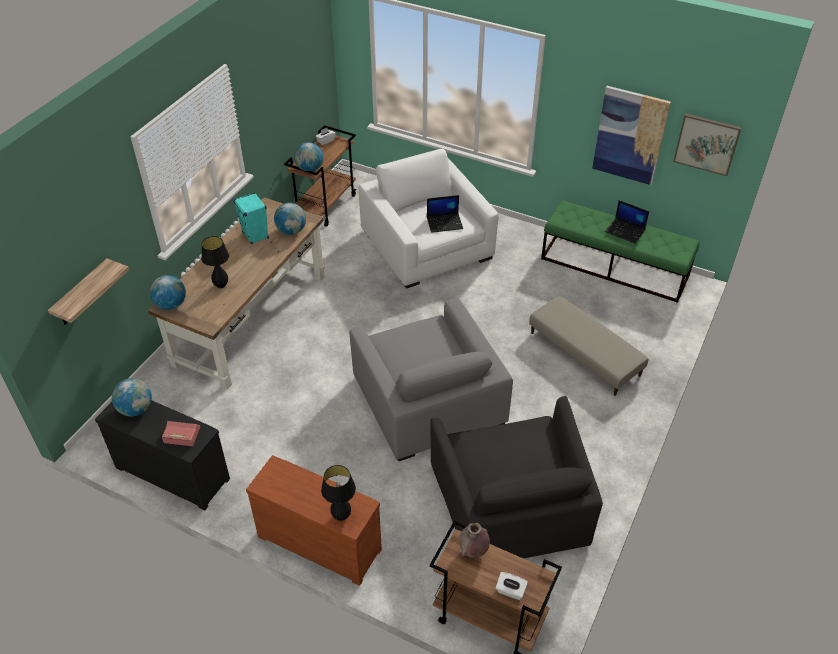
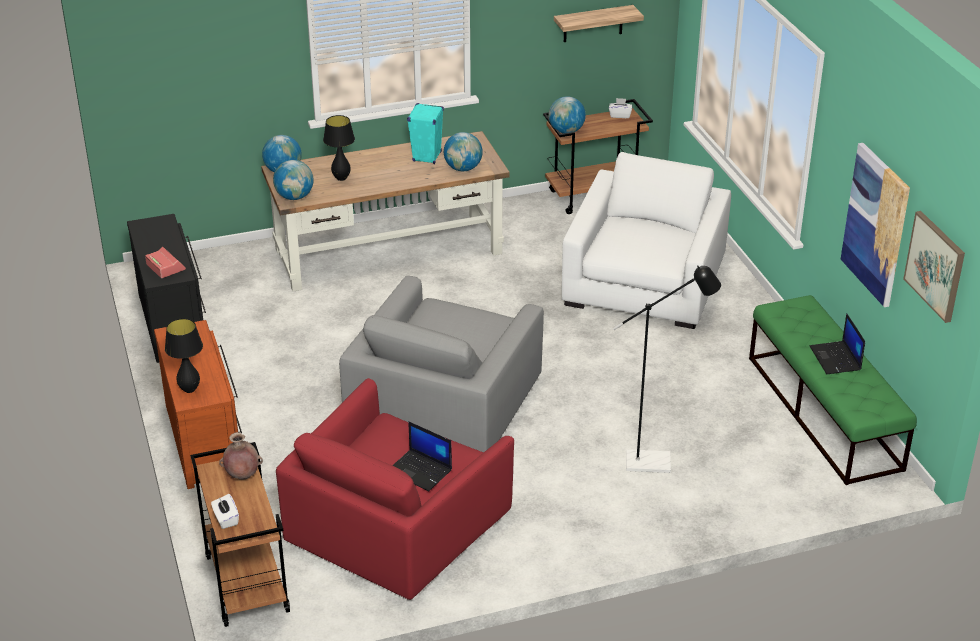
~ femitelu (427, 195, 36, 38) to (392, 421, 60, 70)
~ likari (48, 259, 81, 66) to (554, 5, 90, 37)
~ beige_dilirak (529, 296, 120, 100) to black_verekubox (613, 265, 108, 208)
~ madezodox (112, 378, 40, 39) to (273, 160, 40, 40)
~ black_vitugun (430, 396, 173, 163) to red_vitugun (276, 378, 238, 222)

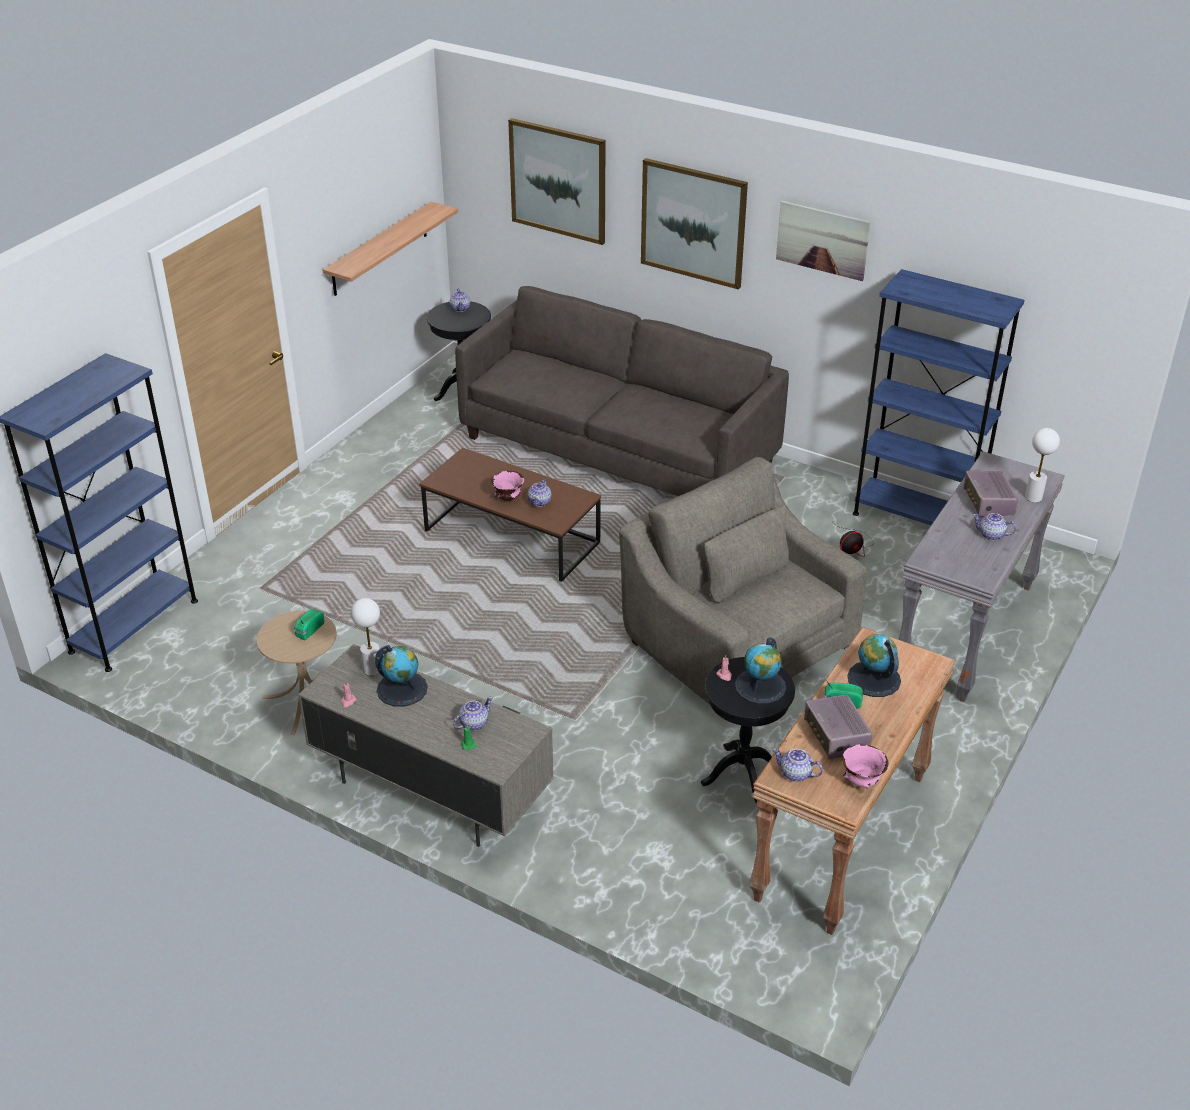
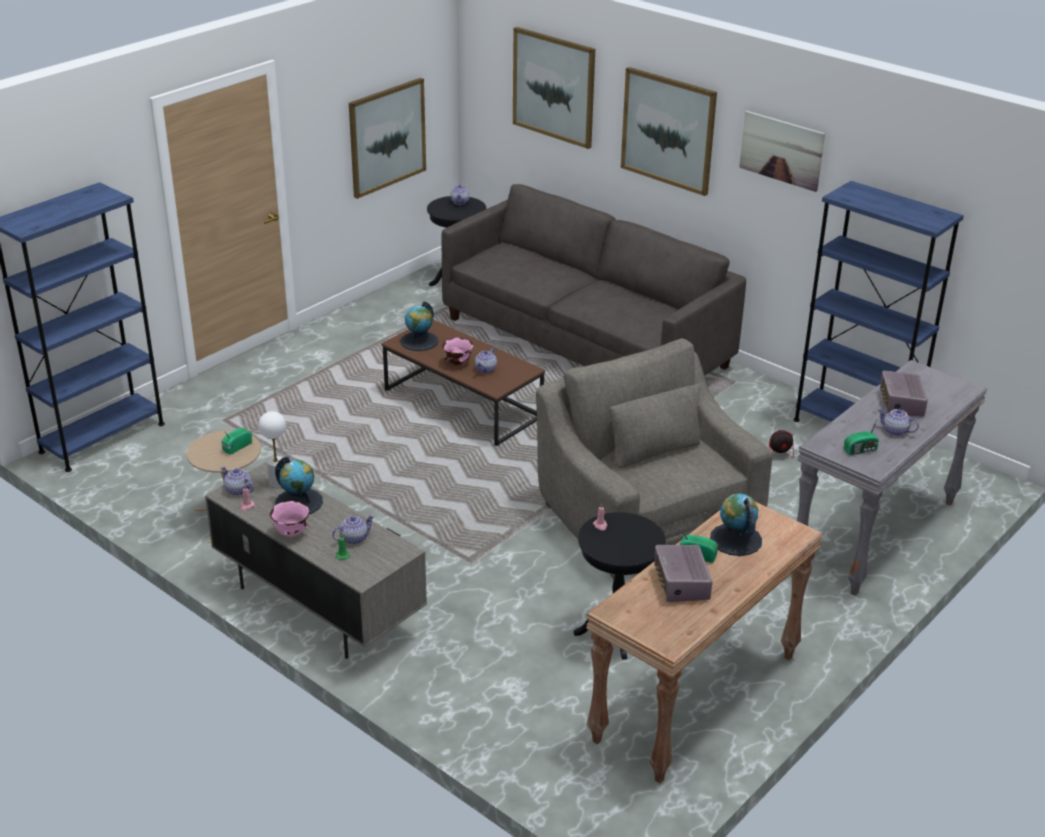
~ likari (322, 202, 136, 94) to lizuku (349, 78, 77, 121)
- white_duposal (1025, 428, 35, 75)
~ madezodox (735, 637, 51, 67) to (400, 301, 39, 50)
~ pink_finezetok (843, 744, 45, 44) to (270, 501, 40, 36)
~ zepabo (772, 748, 51, 34) to (221, 467, 33, 29)
+ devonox (844, 418, 35, 37)

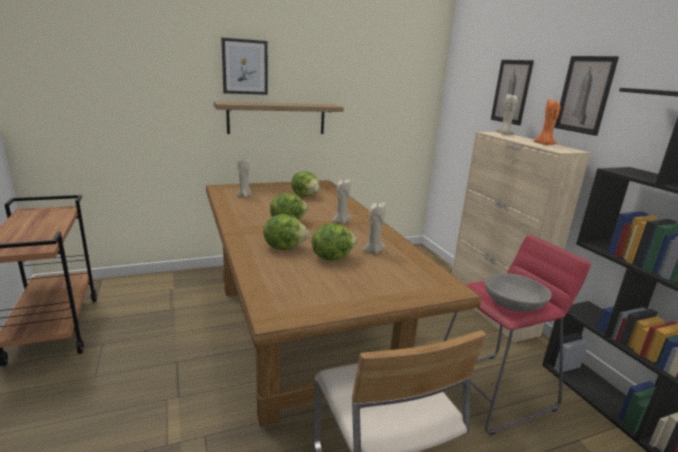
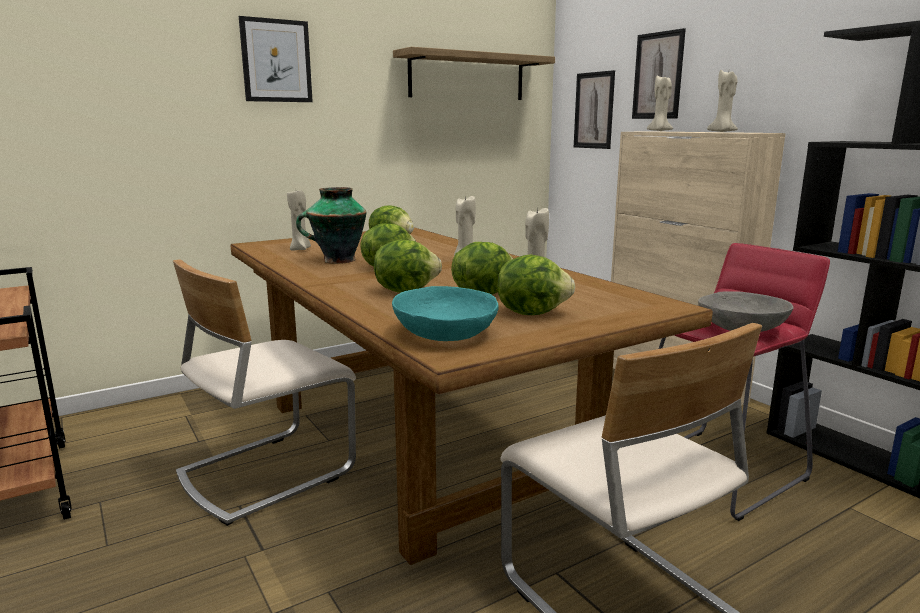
~ lizuku (554, 56, 65, 80) to (574, 70, 41, 79)
~ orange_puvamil (534, 99, 27, 46) to beige_puvamil (707, 70, 31, 62)
~ likari (214, 101, 130, 33) to (393, 47, 162, 53)
+ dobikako (296, 187, 71, 77)
+ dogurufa (497, 254, 78, 61)
+ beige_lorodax (173, 259, 183, 267)
+ turquoise_finezetok (392, 286, 107, 55)

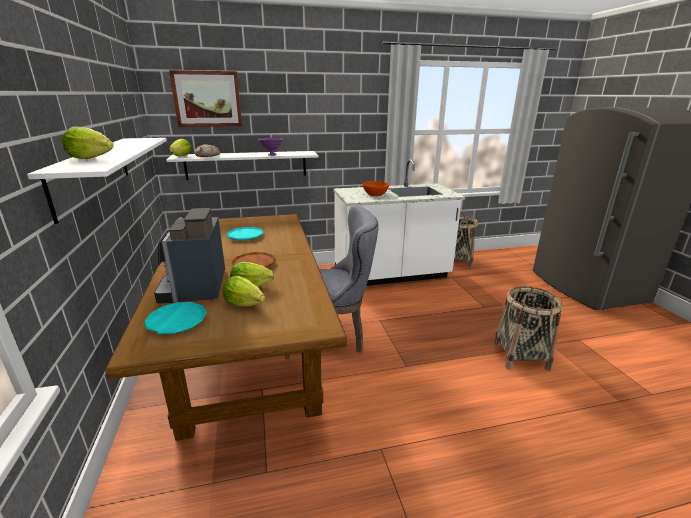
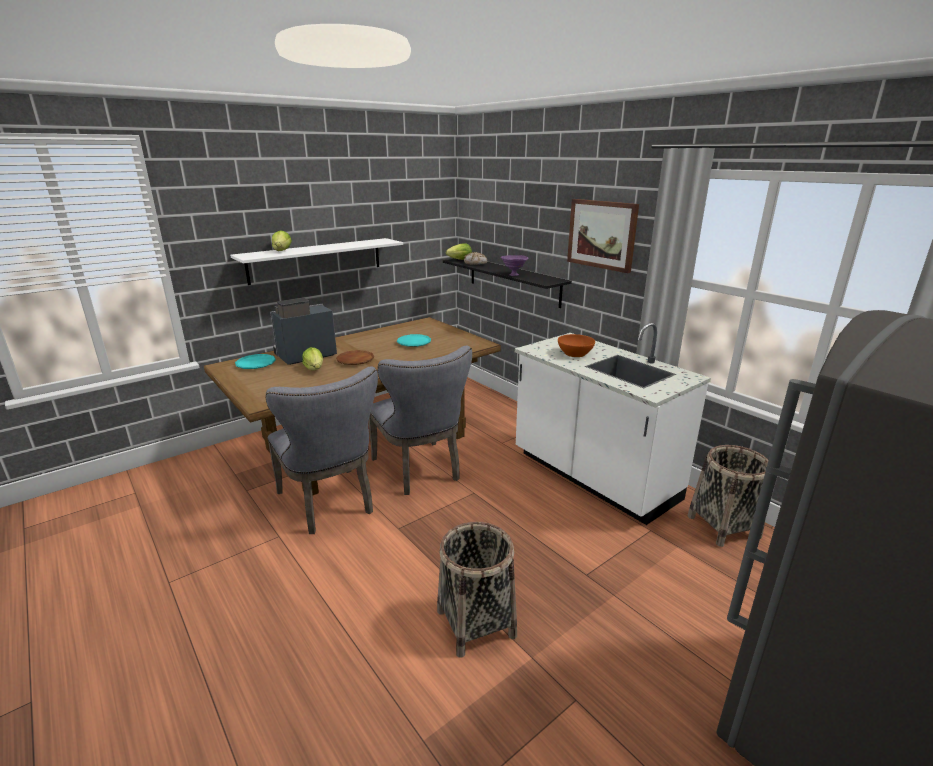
~ lizuku (169, 70, 73, 57) to (567, 199, 72, 74)
~ white_likari (166, 151, 153, 29) to black_likari (443, 259, 129, 49)
- dogurufa (223, 276, 42, 31)
+ grey_lorodax (265, 366, 113, 168)

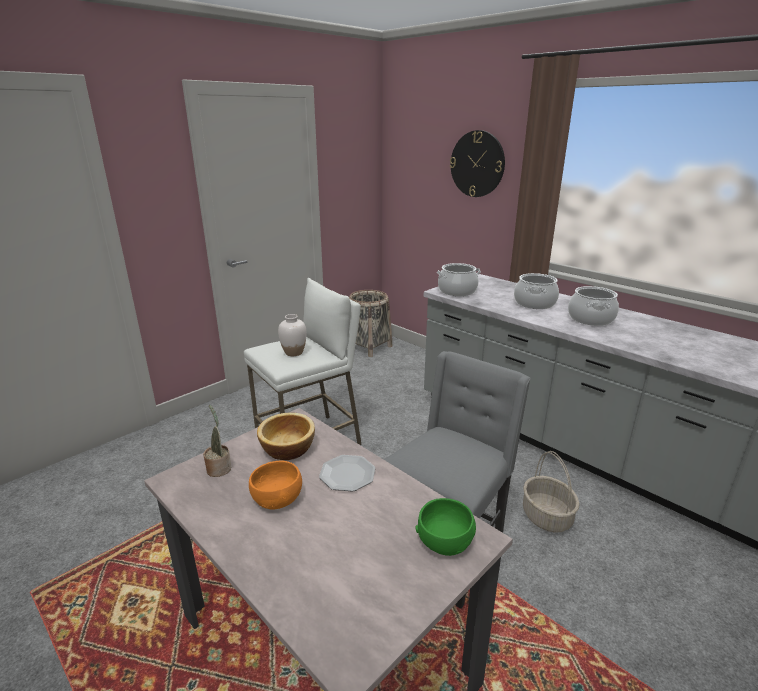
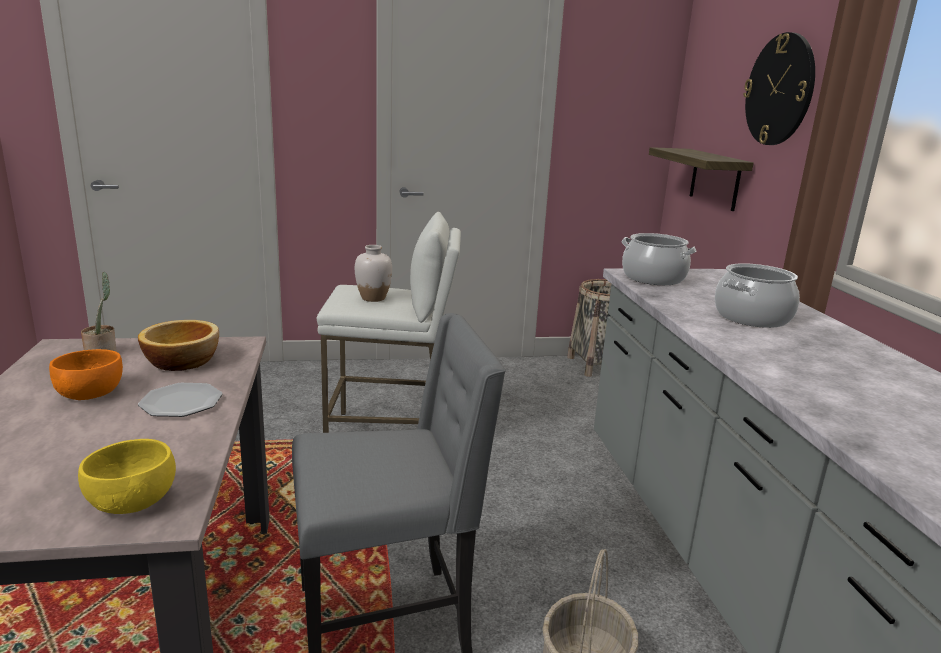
- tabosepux (568, 286, 51, 40)
~ green_finezetok (415, 498, 61, 58) to yellow_finezetok (78, 439, 98, 75)
+ likari (649, 147, 105, 64)

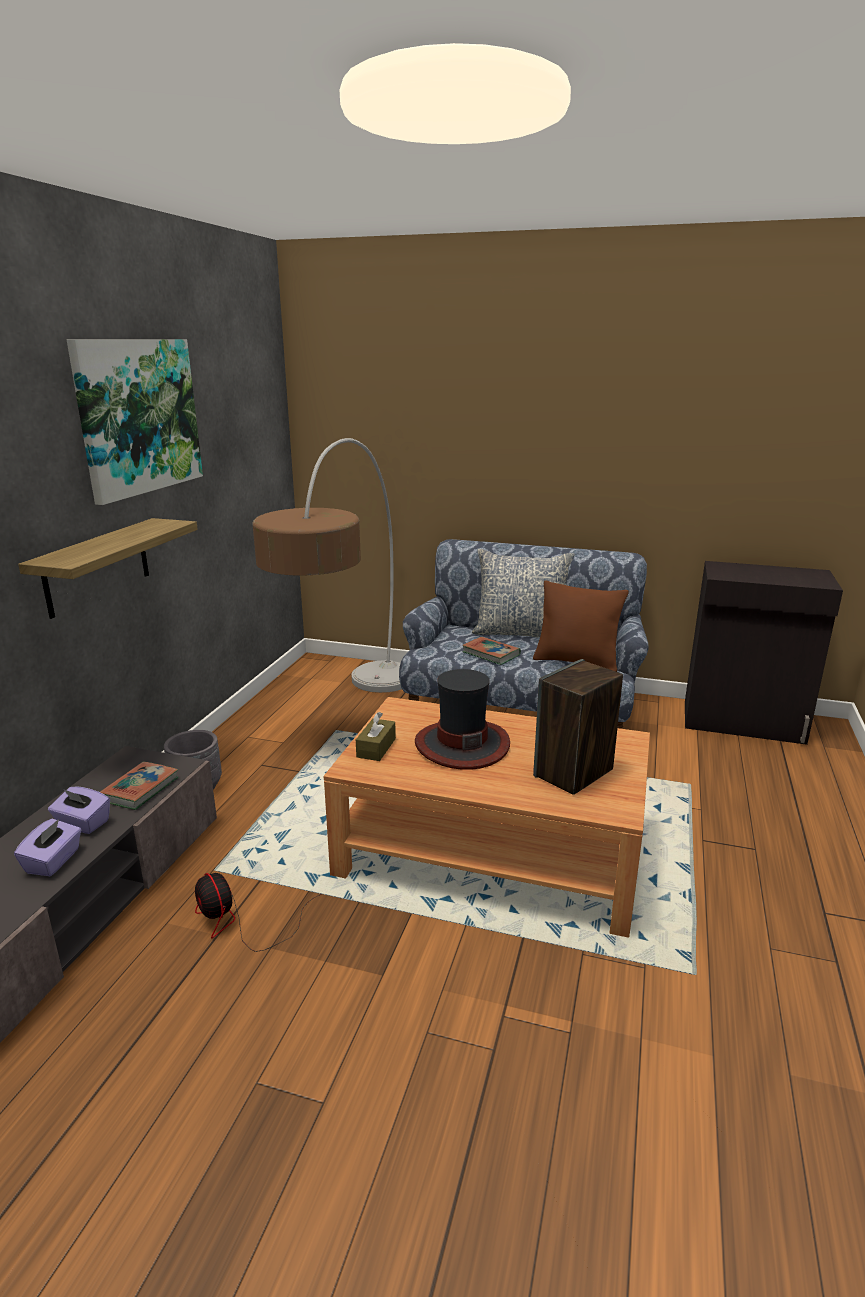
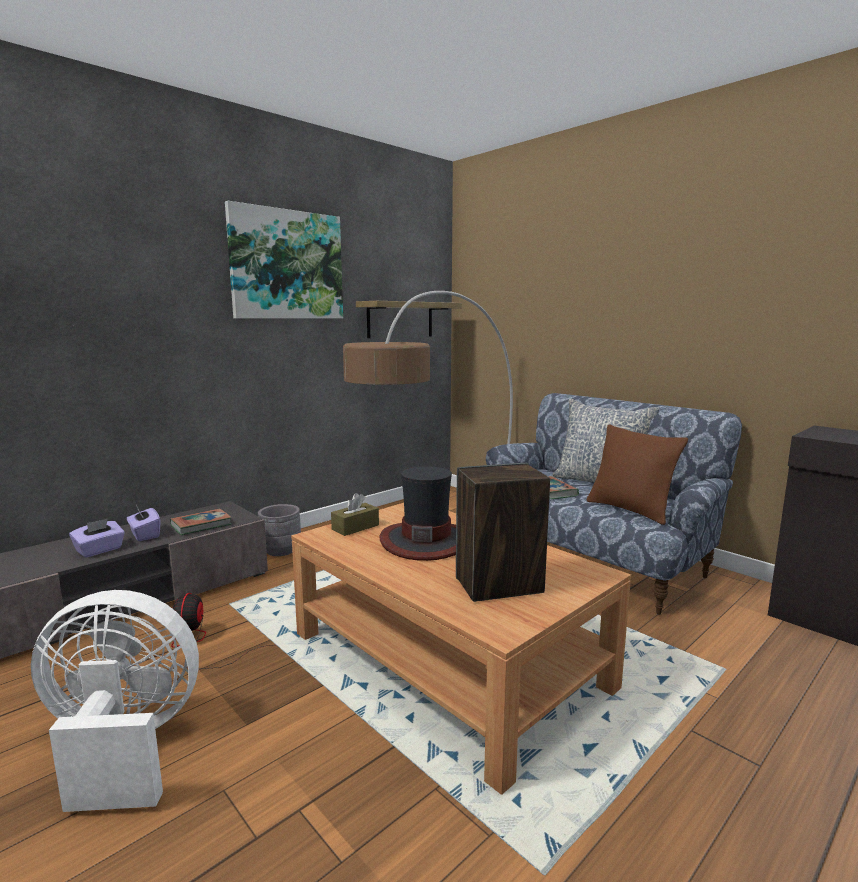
~ likari (18, 518, 180, 101) to (356, 301, 106, 37)
+ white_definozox (31, 590, 168, 222)

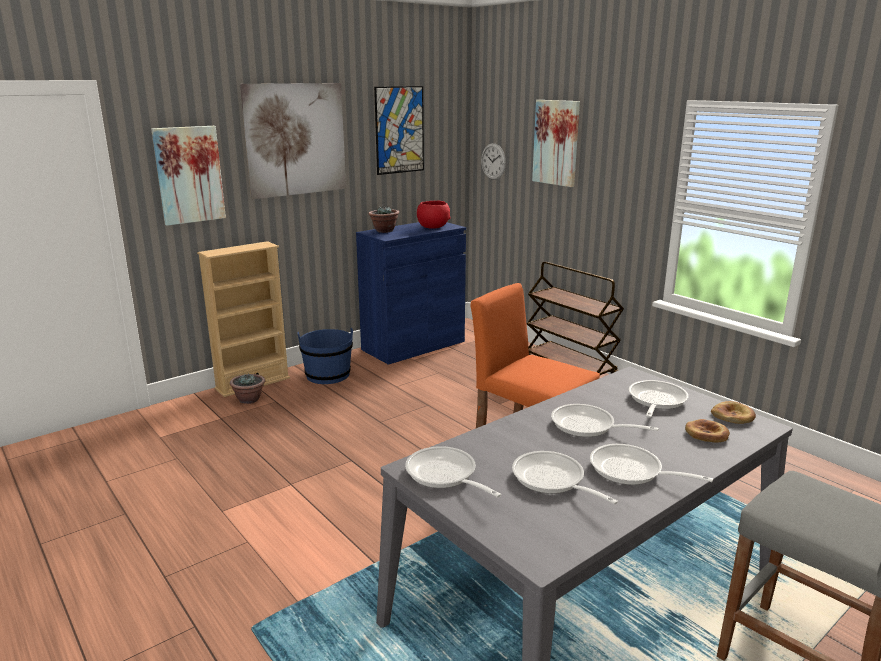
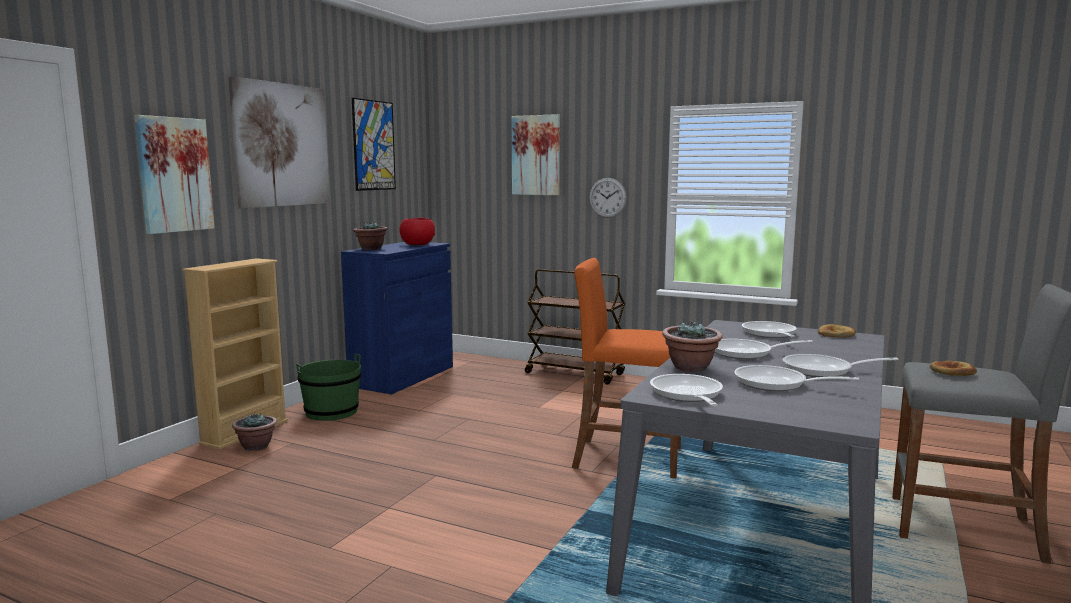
~ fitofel (481, 143, 25, 37) to (589, 178, 38, 40)
~ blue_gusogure (297, 328, 56, 56) to green_gusogure (296, 353, 65, 68)
~ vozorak (685, 419, 45, 23) to (930, 361, 47, 15)
~ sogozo (405, 446, 96, 51) = (650, 374, 73, 32) 60 degrees clockwise
+ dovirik (662, 320, 61, 52)

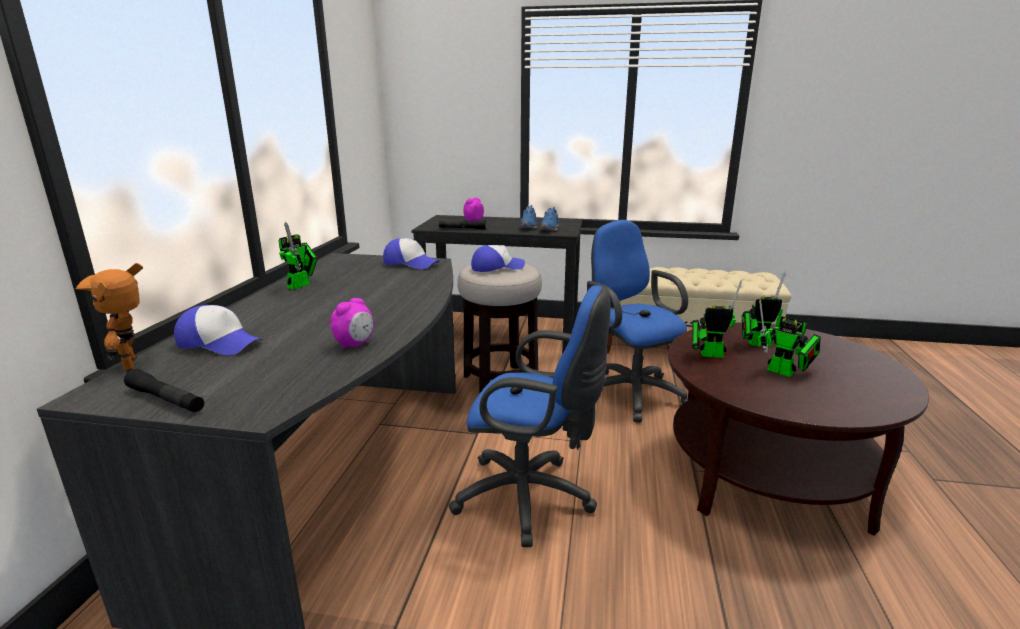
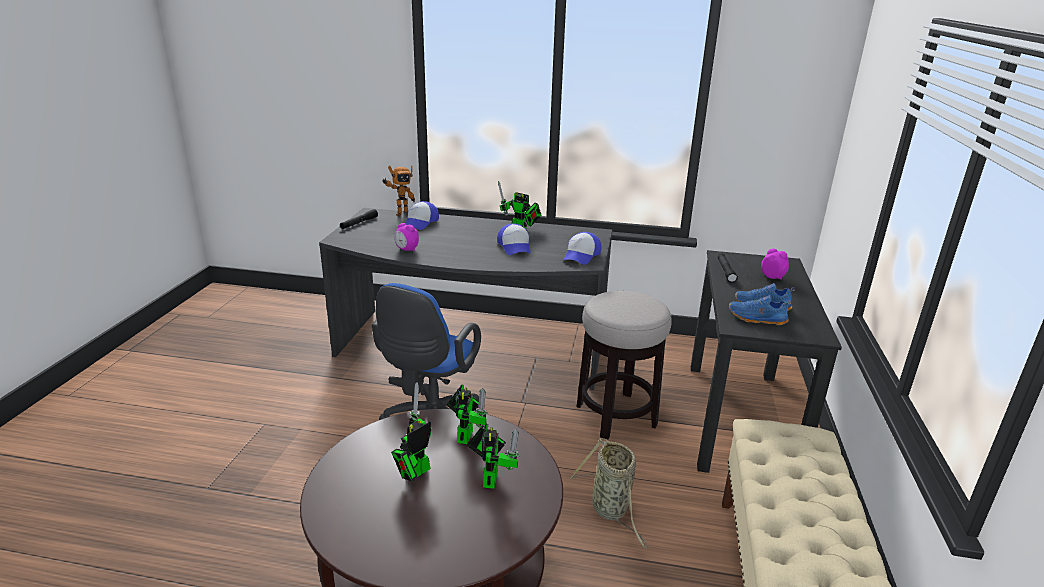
~ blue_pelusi (587, 220, 101, 203) to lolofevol (570, 438, 79, 110)
~ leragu (471, 245, 54, 27) to (497, 223, 34, 32)
~ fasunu (76, 263, 67, 108) = (383, 165, 32, 51) 150 degrees clockwise

